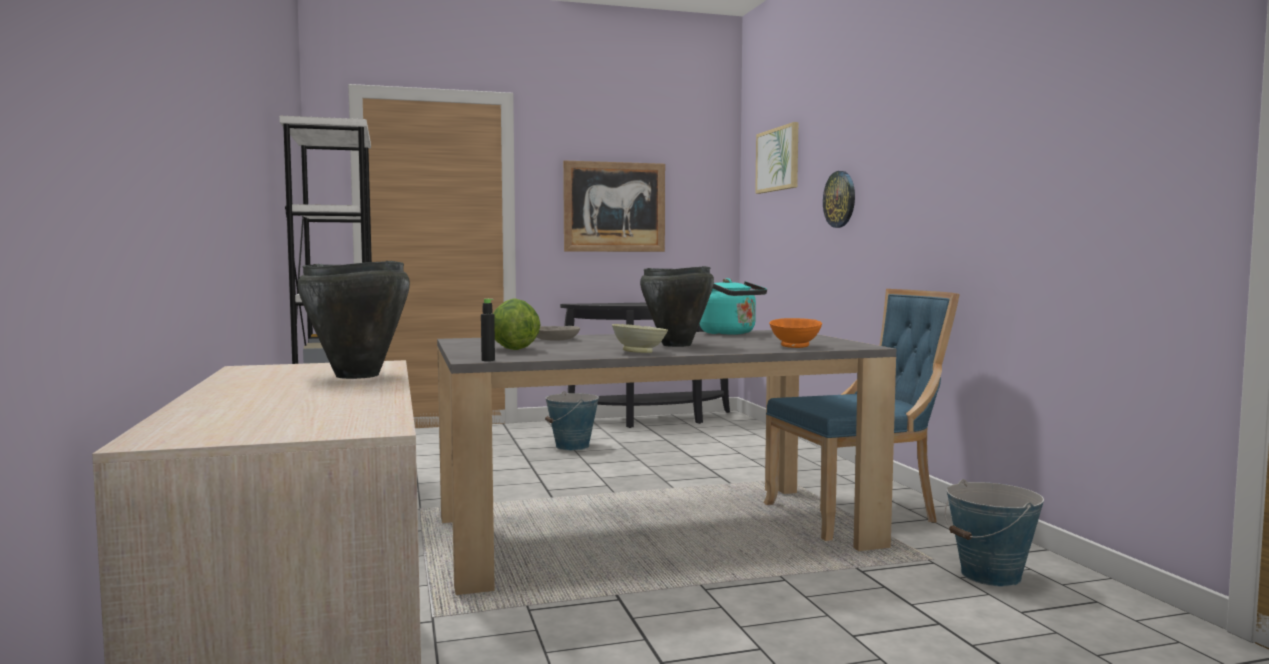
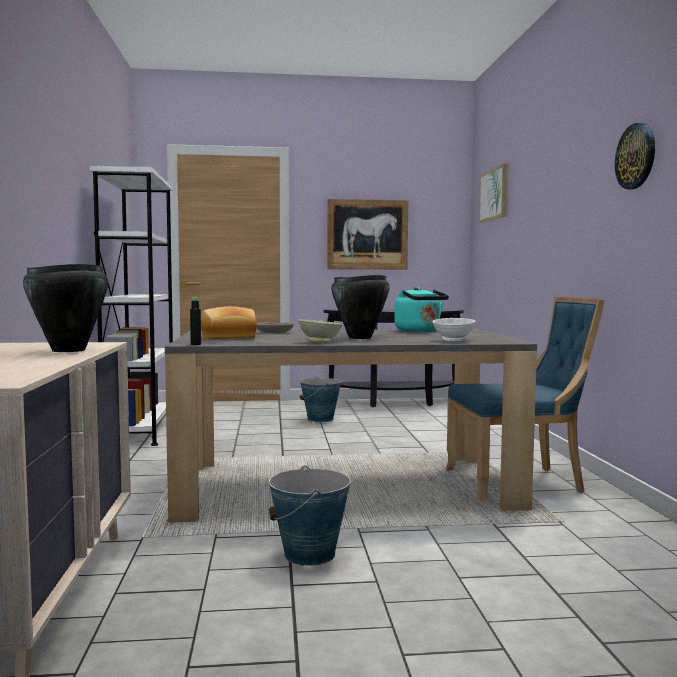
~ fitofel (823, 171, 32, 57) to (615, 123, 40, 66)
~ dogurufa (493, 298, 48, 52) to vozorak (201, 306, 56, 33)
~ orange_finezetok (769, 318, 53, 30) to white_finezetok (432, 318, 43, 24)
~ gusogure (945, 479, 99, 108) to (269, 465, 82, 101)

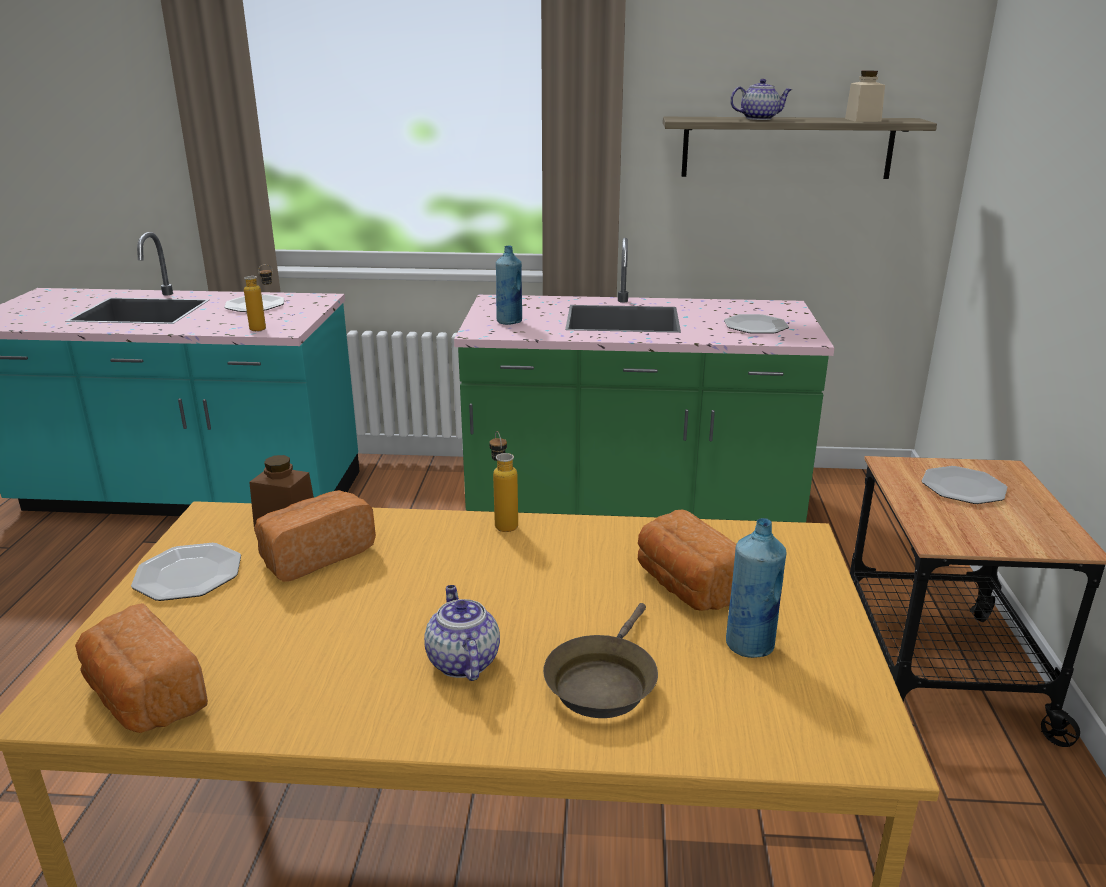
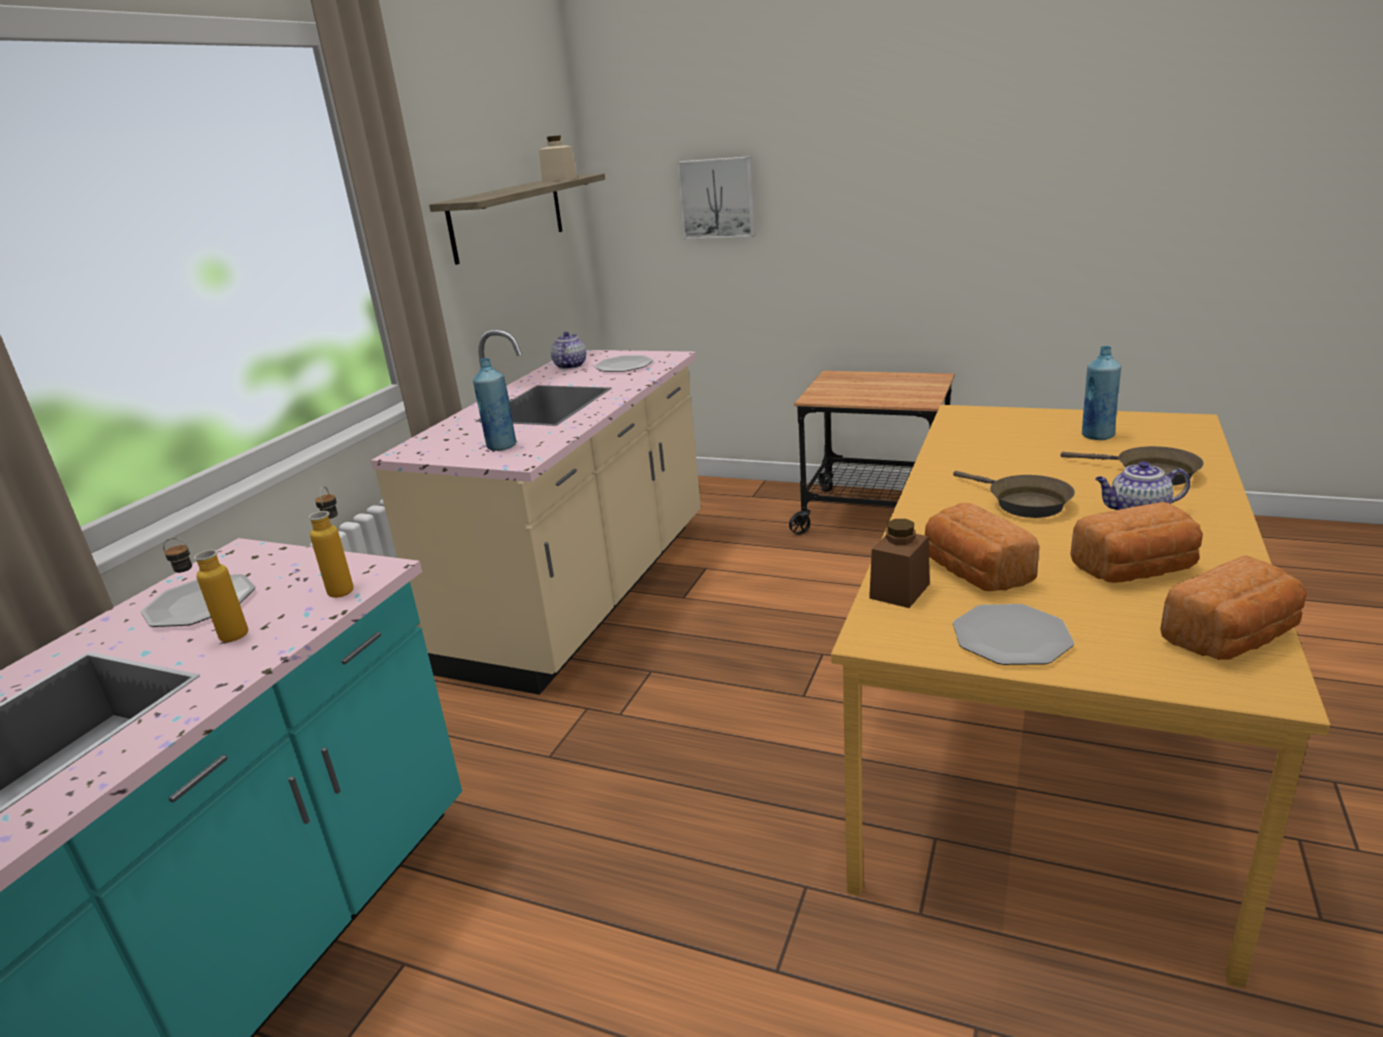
~ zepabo (730, 79, 62, 41) to (551, 332, 35, 37)
~ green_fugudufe (454, 238, 380, 284) to beige_fugudufe (371, 329, 330, 366)
~ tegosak (489, 431, 29, 101) to (163, 538, 85, 104)
- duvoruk (922, 466, 86, 38)
~ vozorak (638, 510, 98, 101) to (1070, 502, 133, 81)
+ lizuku (677, 156, 78, 83)
+ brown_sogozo (953, 471, 122, 47)

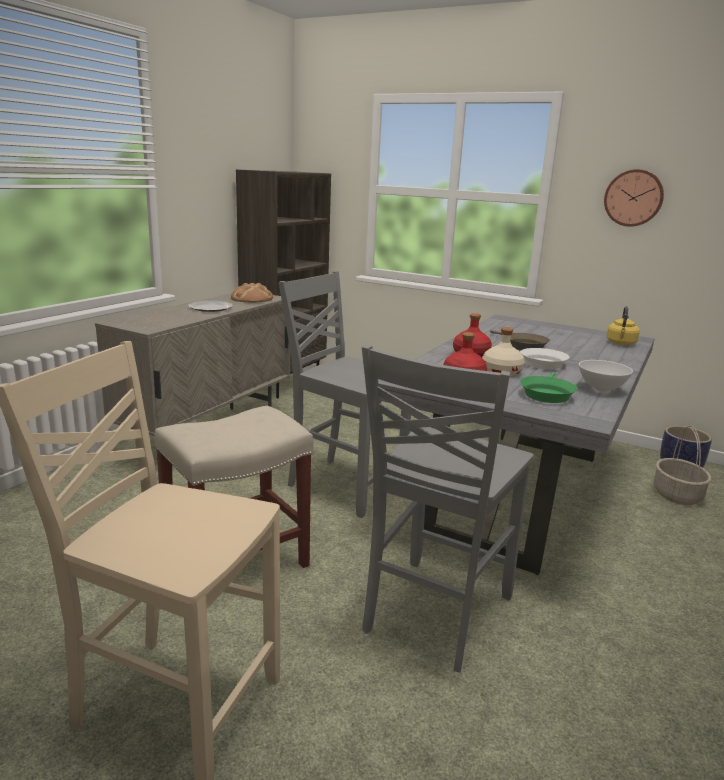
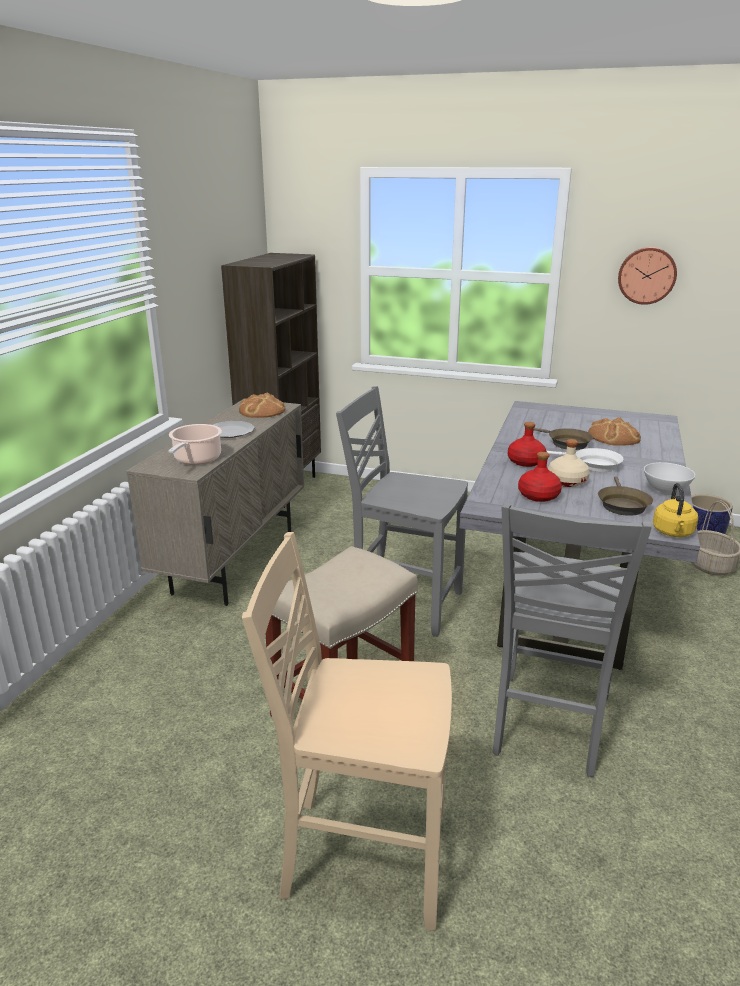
~ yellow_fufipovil (607, 306, 33, 39) to (653, 483, 45, 54)
~ green_sogozo (520, 372, 58, 31) to brown_sogozo (598, 476, 55, 40)
+ vozorak (588, 417, 53, 29)
+ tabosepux (168, 424, 54, 41)

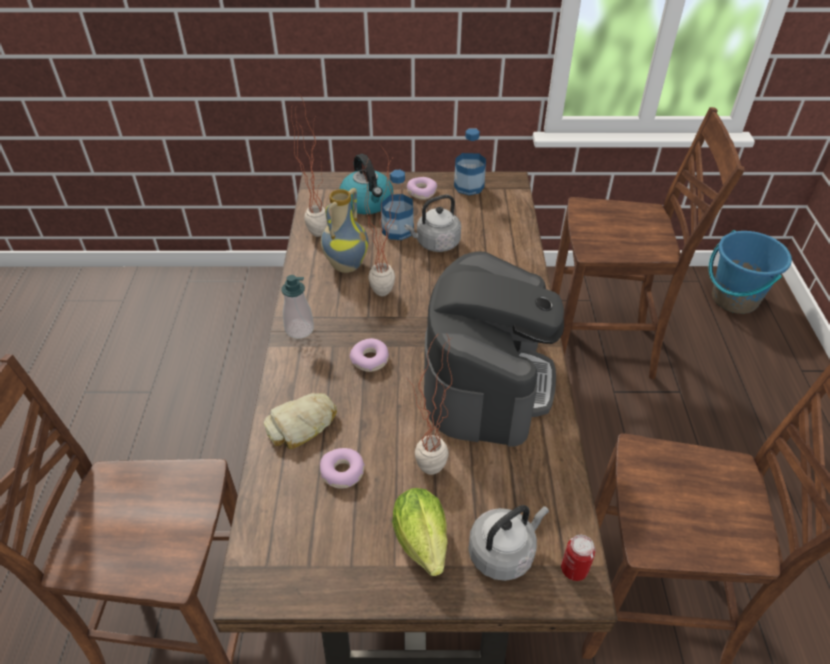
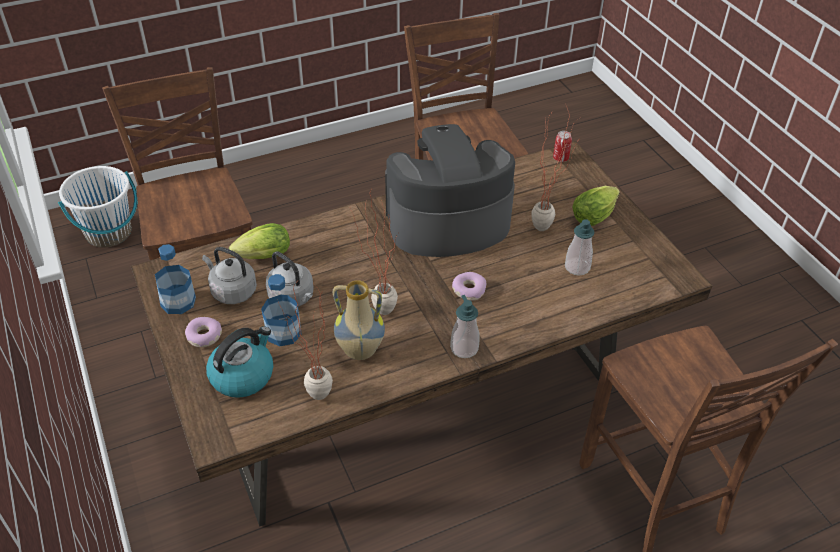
~ blue_gusogure (709, 230, 83, 84) to white_gusogure (58, 166, 80, 82)
- vozorak (264, 393, 73, 56)
~ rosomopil (320, 448, 45, 41) to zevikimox (565, 219, 29, 57)
~ grey_fufipovil (468, 505, 81, 76) to (202, 247, 55, 57)
+ dogurufa (229, 223, 61, 36)

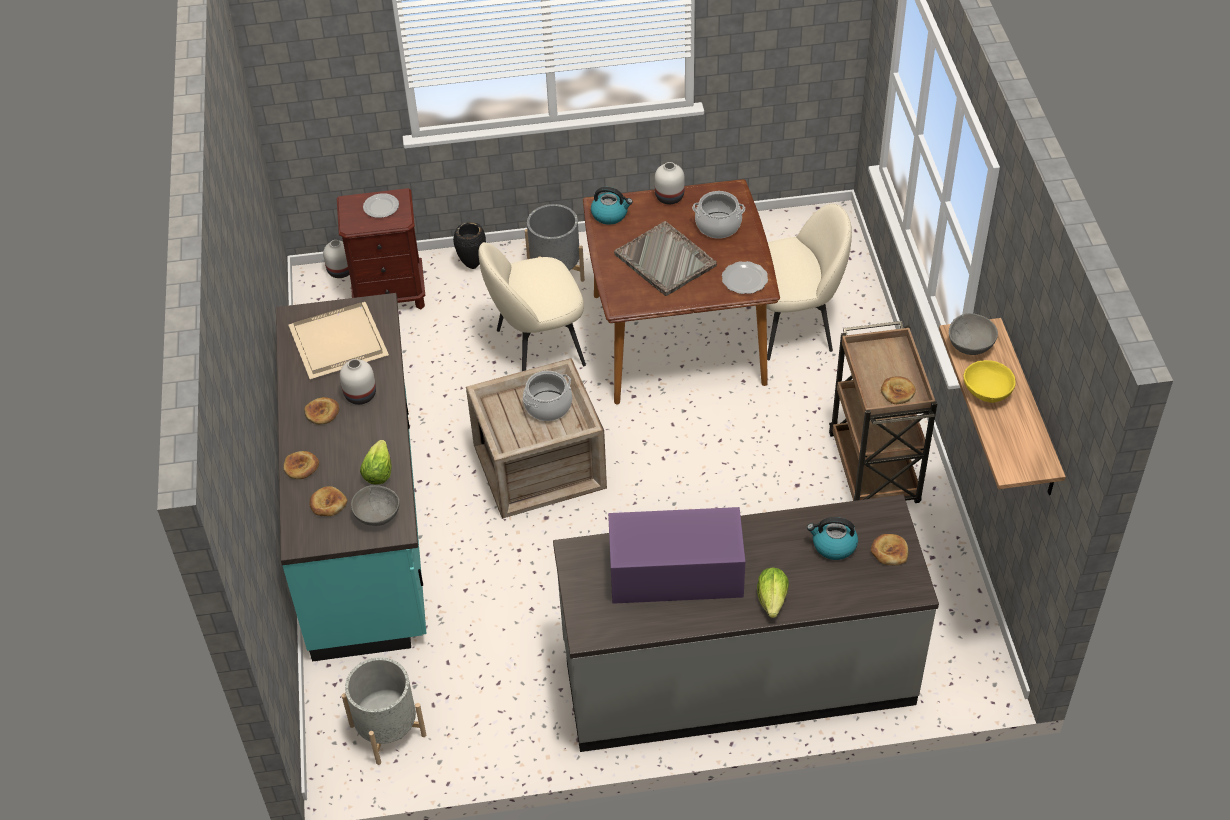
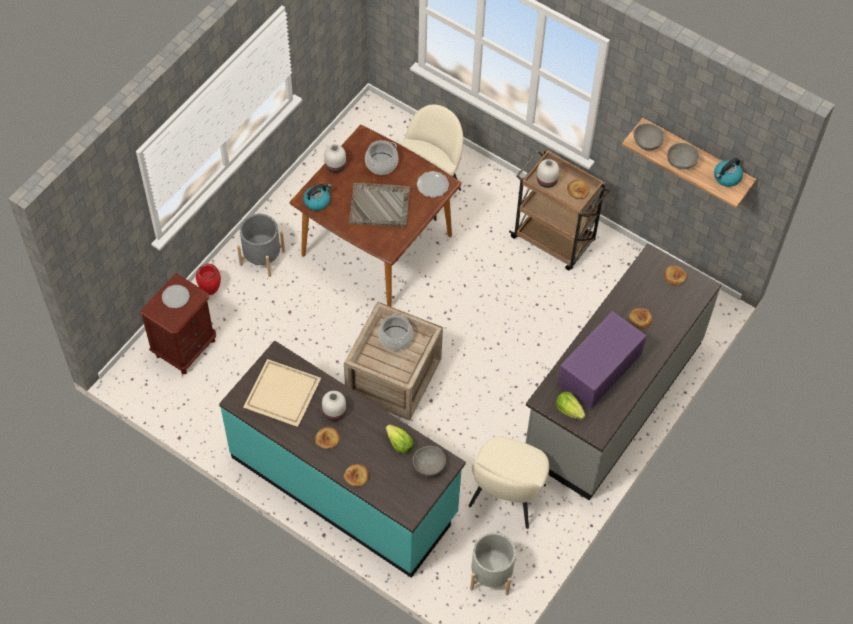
~ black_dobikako (453, 222, 33, 47) to red_dobikako (196, 264, 25, 31)
~ white_dobikako (323, 240, 27, 38) to (537, 159, 22, 29)
~ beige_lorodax (478, 242, 108, 129) to (468, 436, 81, 93)
~ yellow_finezetok (964, 360, 52, 43) to grey_finezetok (667, 143, 32, 26)
~ vozorak (309, 486, 38, 30) to (629, 308, 23, 21)
~ fufipovil (807, 517, 51, 43) to (714, 158, 29, 29)
~ dogurufa (757, 567, 32, 51) to (556, 392, 30, 28)

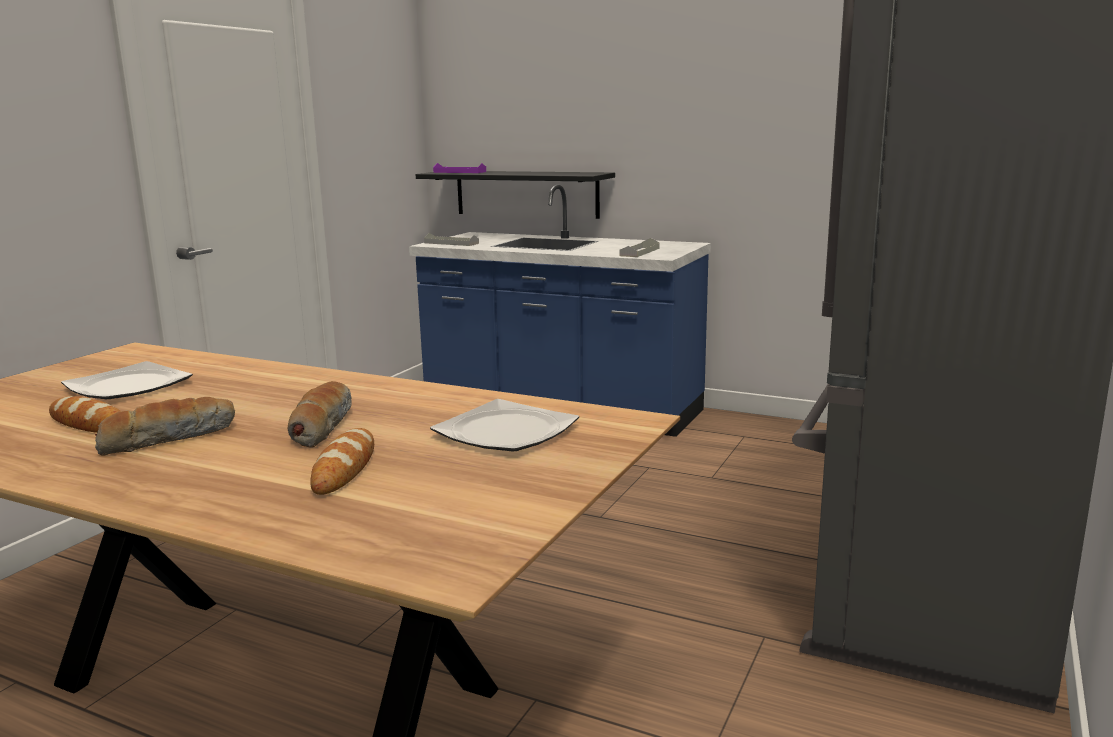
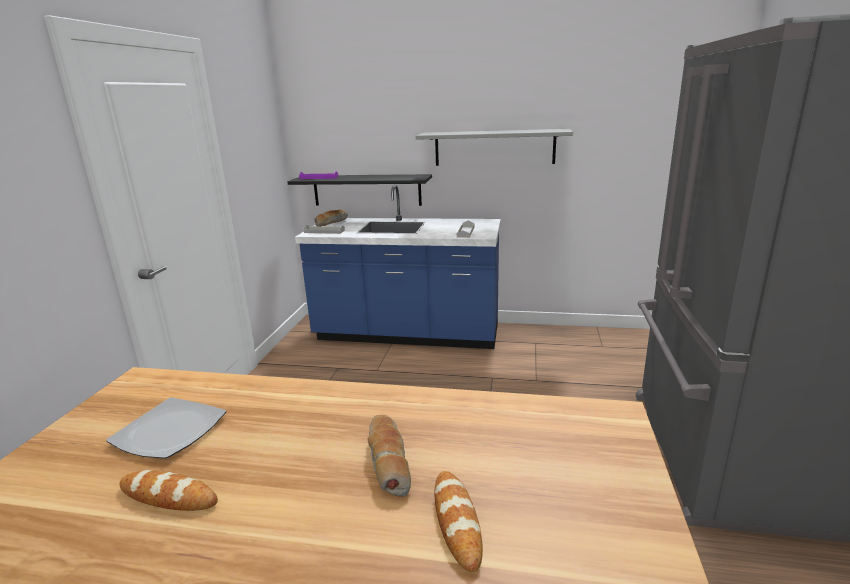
~ vozorak (95, 397, 140, 59) to (314, 209, 34, 18)
- duvoruk (430, 399, 149, 52)
+ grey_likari (416, 129, 157, 37)

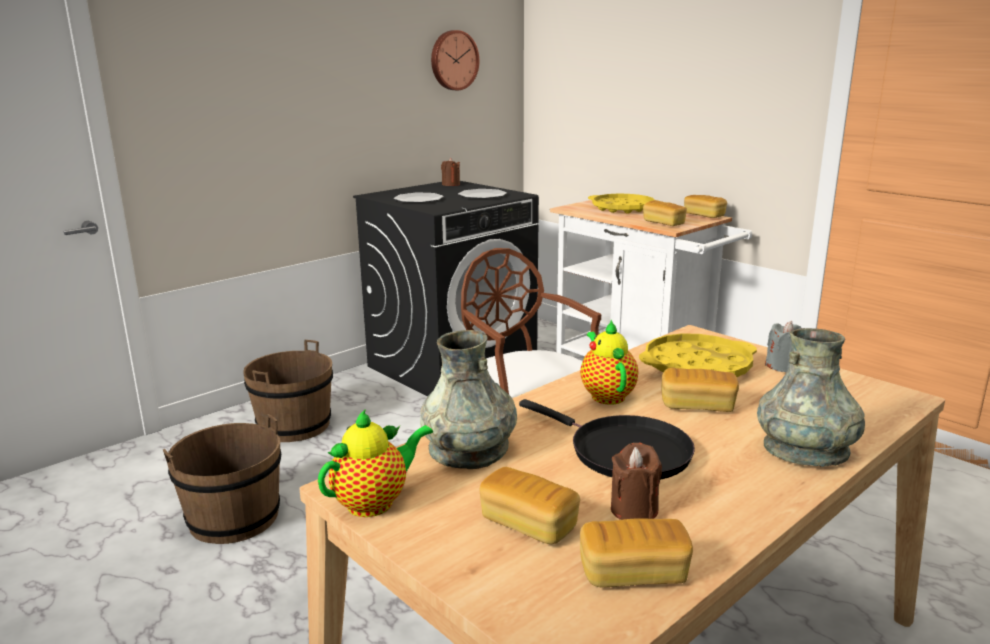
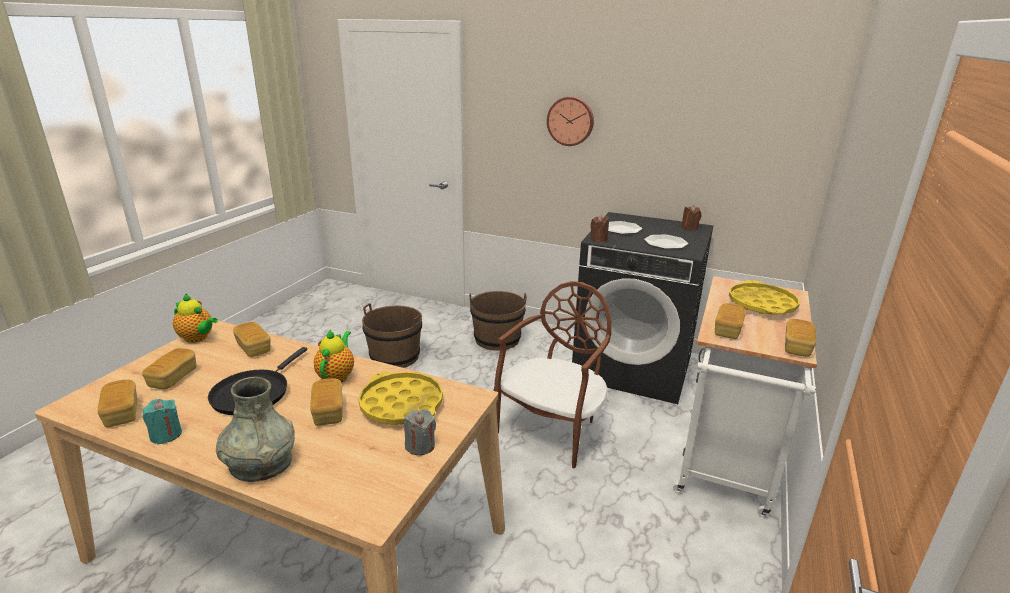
~ fitofel (431, 30, 48, 60) to (547, 96, 47, 50)
~ zepabo (580, 320, 58, 85) = (314, 329, 40, 54) 45 degrees counterclockwise
~ grey_dobikako (420, 330, 97, 139) to vozorak (233, 322, 38, 35)
~ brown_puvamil (611, 443, 51, 77) to (590, 215, 19, 27)
+ turquoise_puvamil (143, 399, 39, 46)

